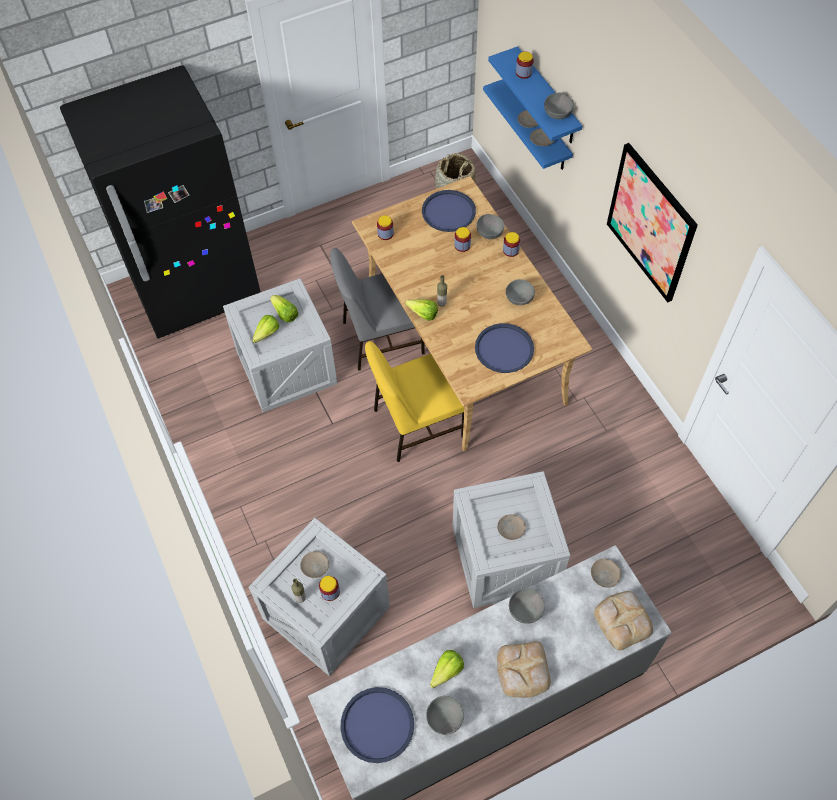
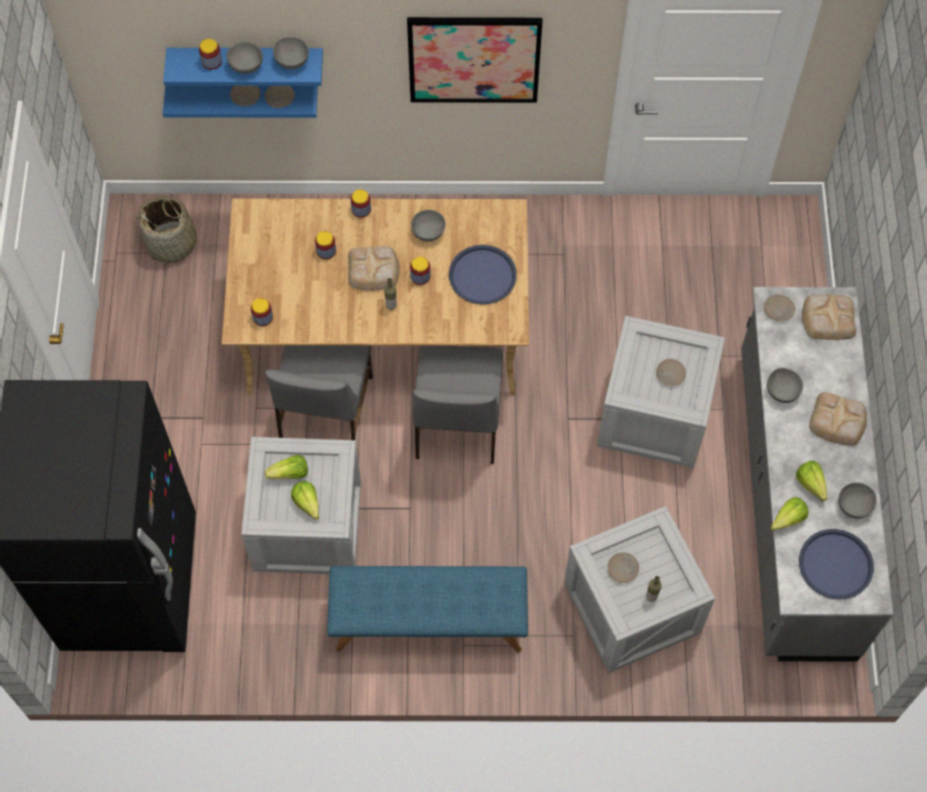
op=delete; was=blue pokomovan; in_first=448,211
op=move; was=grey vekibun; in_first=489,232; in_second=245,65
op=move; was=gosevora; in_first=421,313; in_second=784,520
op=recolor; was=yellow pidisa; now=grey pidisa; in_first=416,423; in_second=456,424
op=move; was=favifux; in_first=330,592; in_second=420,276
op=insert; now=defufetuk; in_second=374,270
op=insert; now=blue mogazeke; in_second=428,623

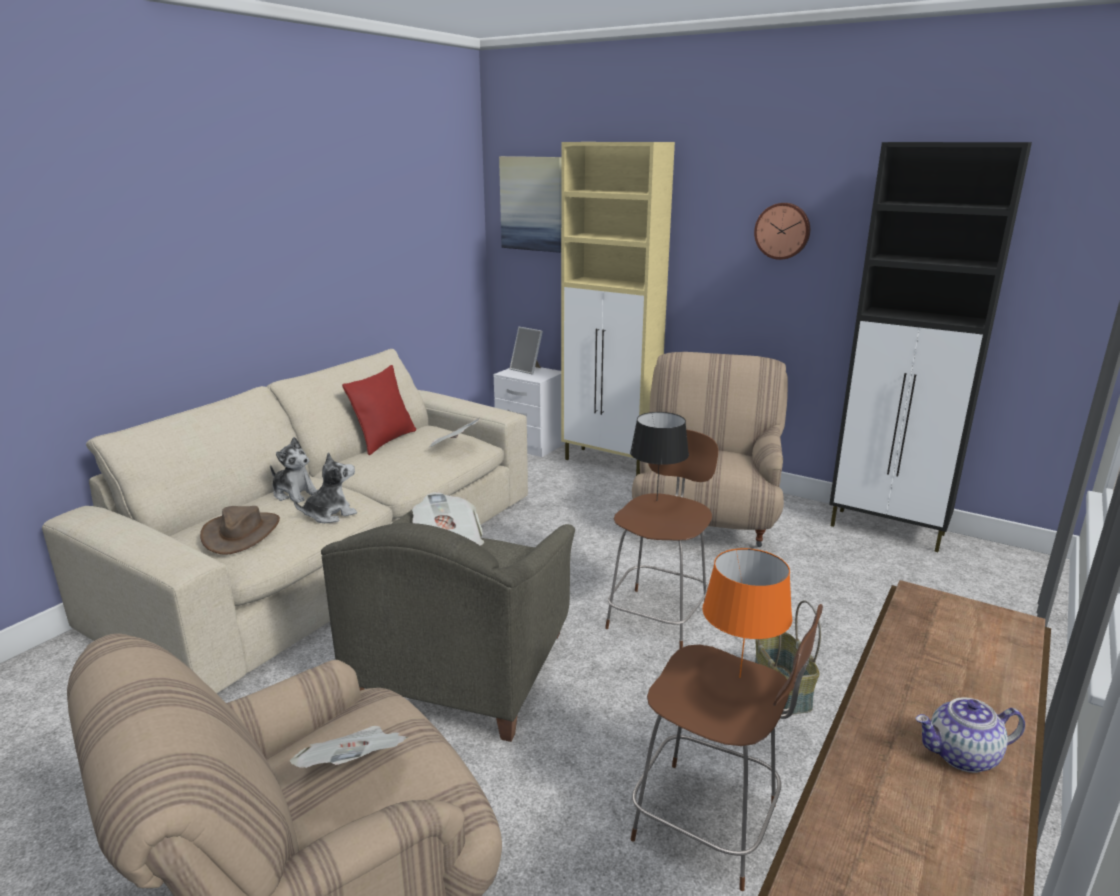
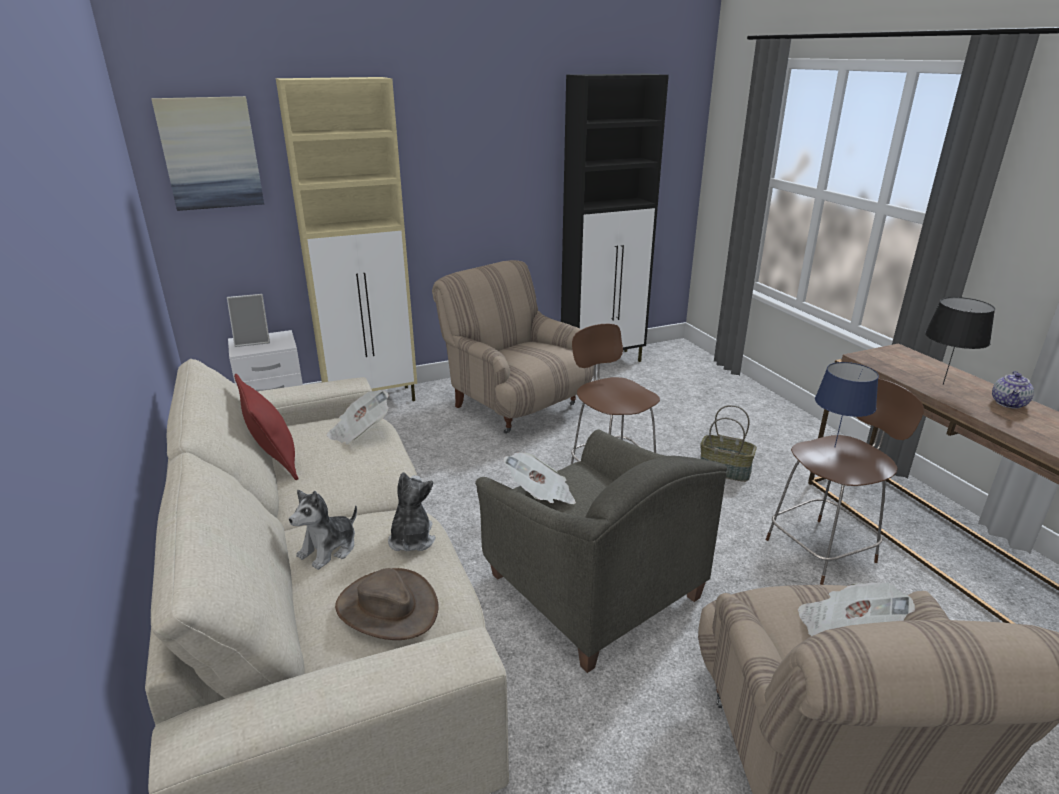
op=delete; was=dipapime; in_first=782,231
op=move; was=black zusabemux; in_first=656,500; in_second=942,384
op=rotate; was=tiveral; in_first=295,494; in_second=329,549; clockwise=150
op=recolor; was=orange zusabemux; now=blue zusabemux; in_first=740,678; in_second=835,447

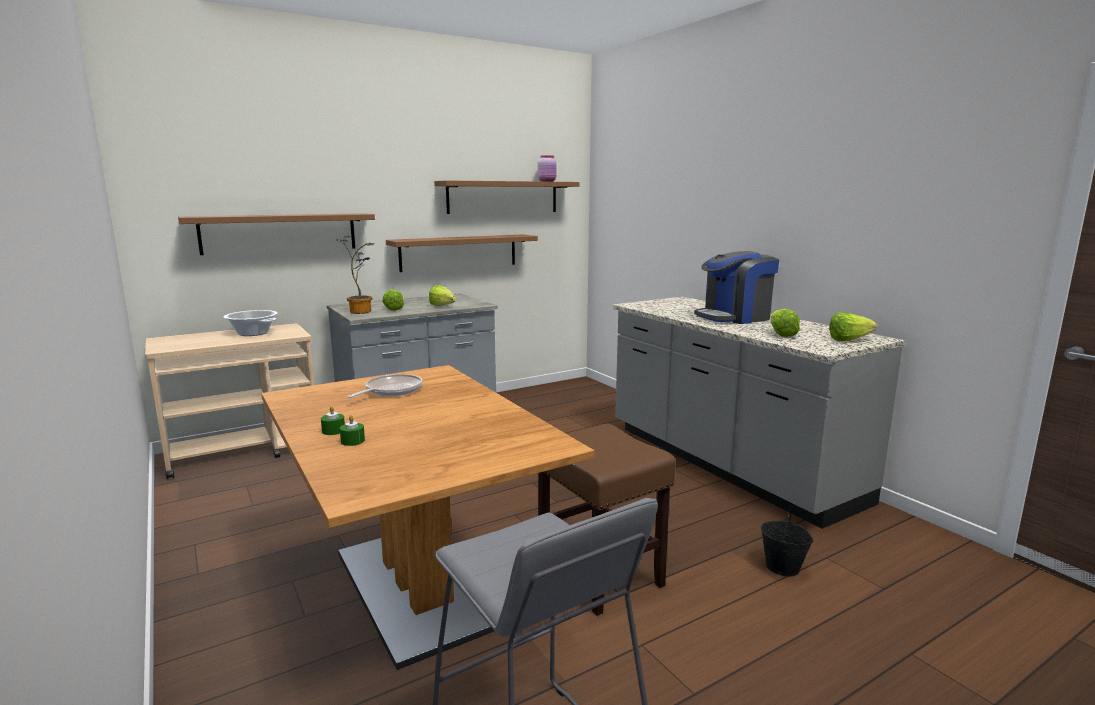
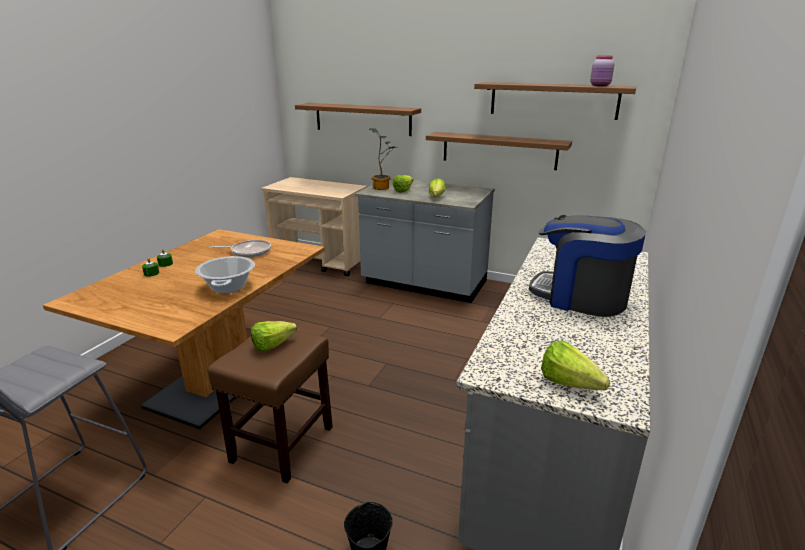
op=move; was=gosevora; in_first=781,333; in_second=276,345
op=move; was=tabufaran; in_first=253,333; in_second=229,287

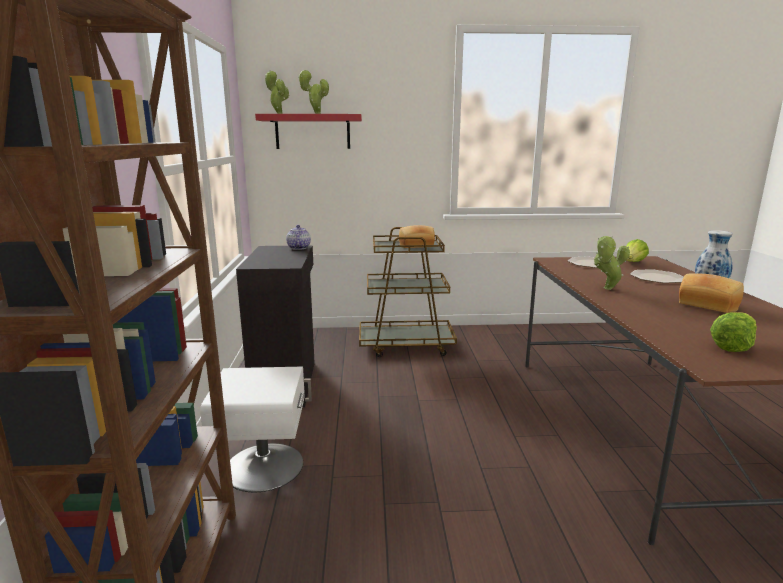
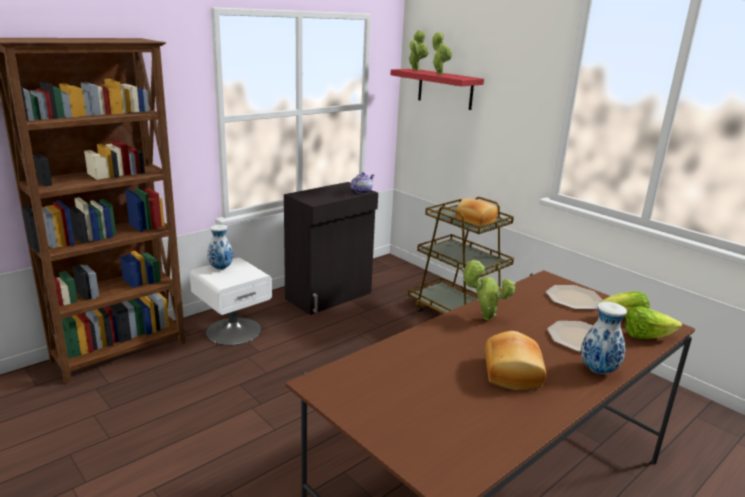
op=move; was=gosevora; in_first=732,346; in_second=646,336
op=insert; now=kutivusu; in_second=221,268

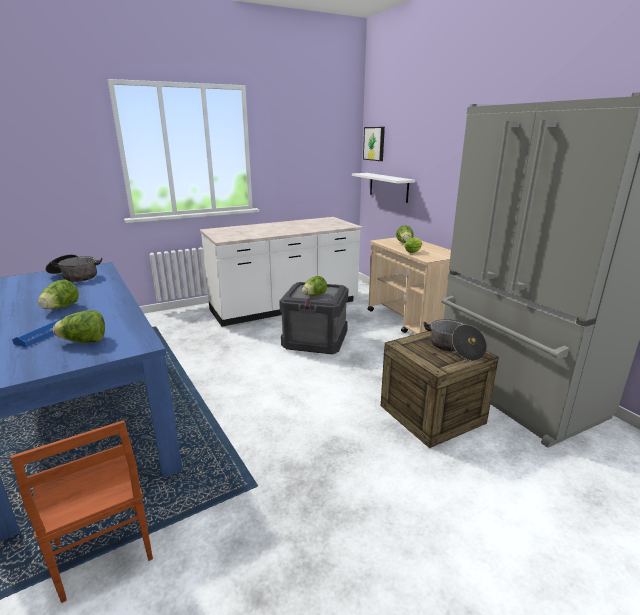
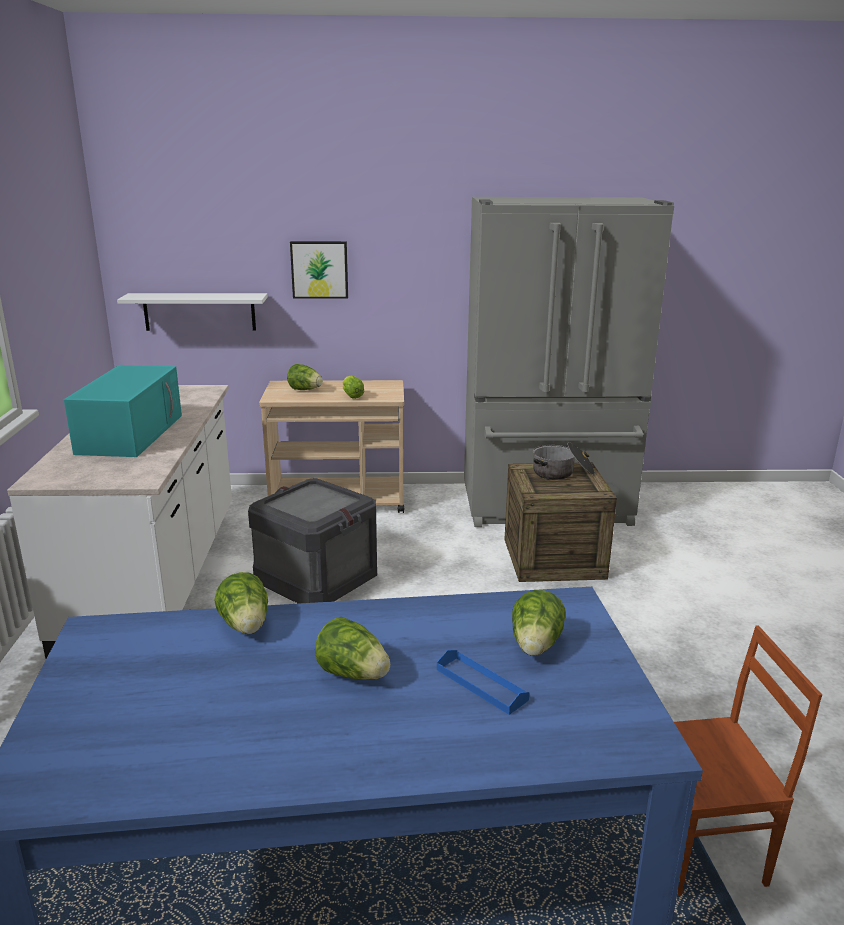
op=move; was=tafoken; in_first=374,143; in_second=319,269
op=delete; was=tabufaran; in_first=75,276
op=move; was=gosevora; in_first=314,295; in_second=246,626
op=insert; now=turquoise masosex; in_second=131,433

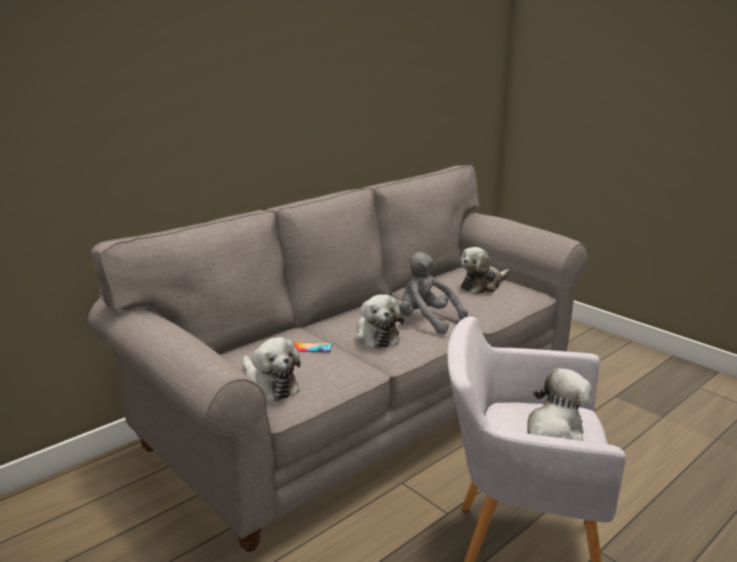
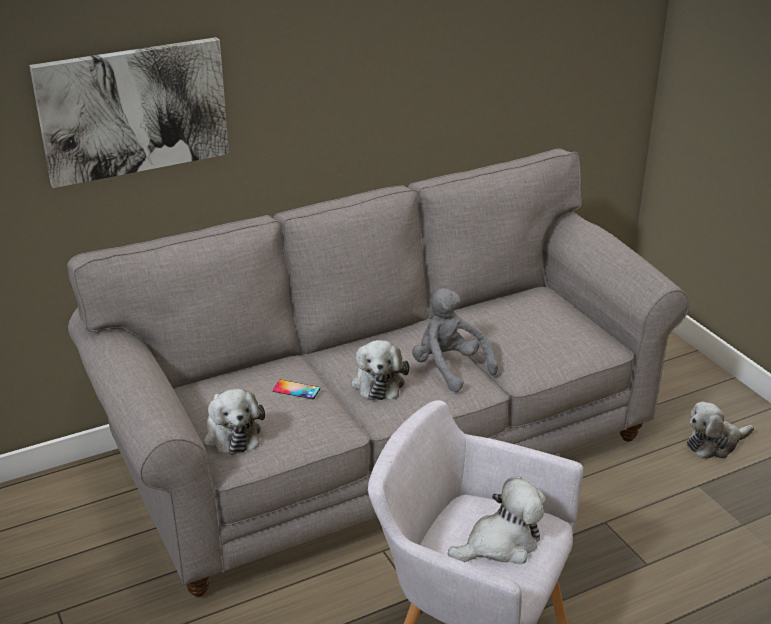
op=move; was=tiveral; in_first=482,285; in_second=714,444
op=insert; now=tafoken; in_second=133,110

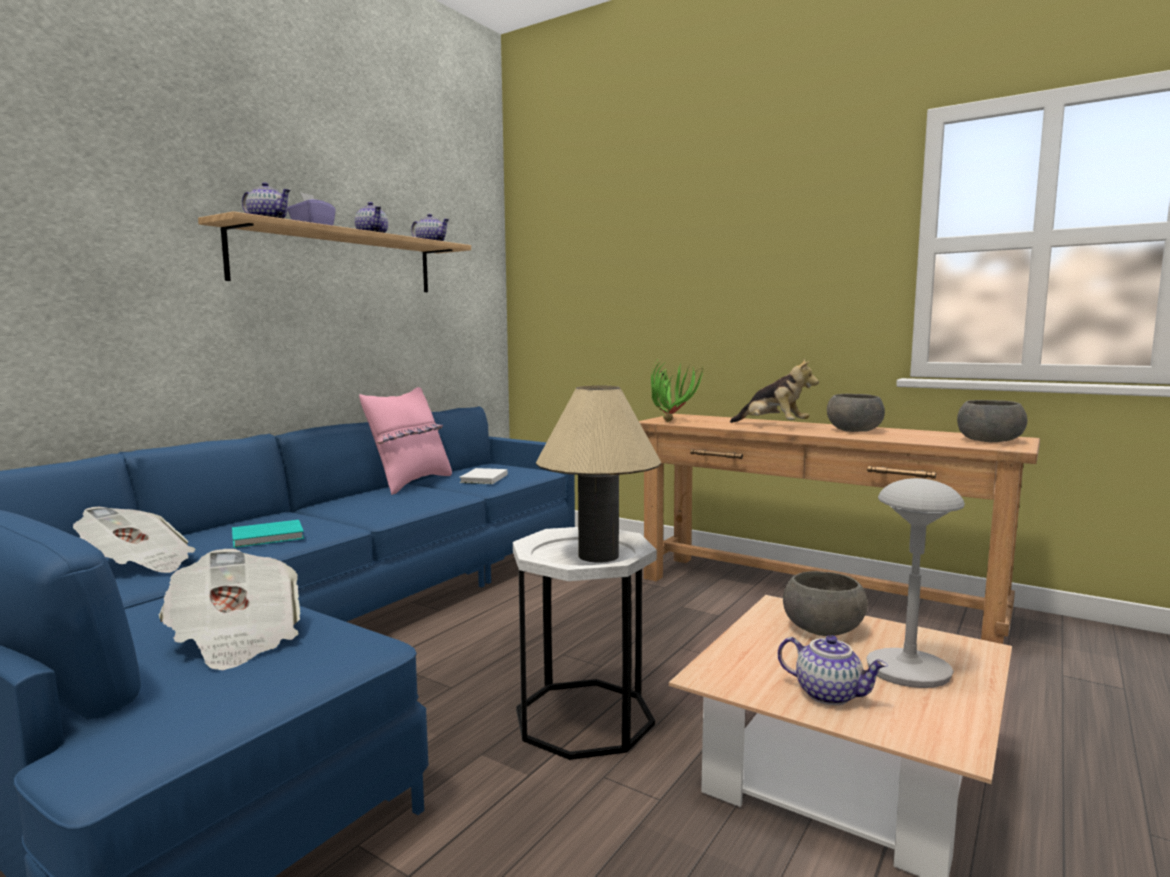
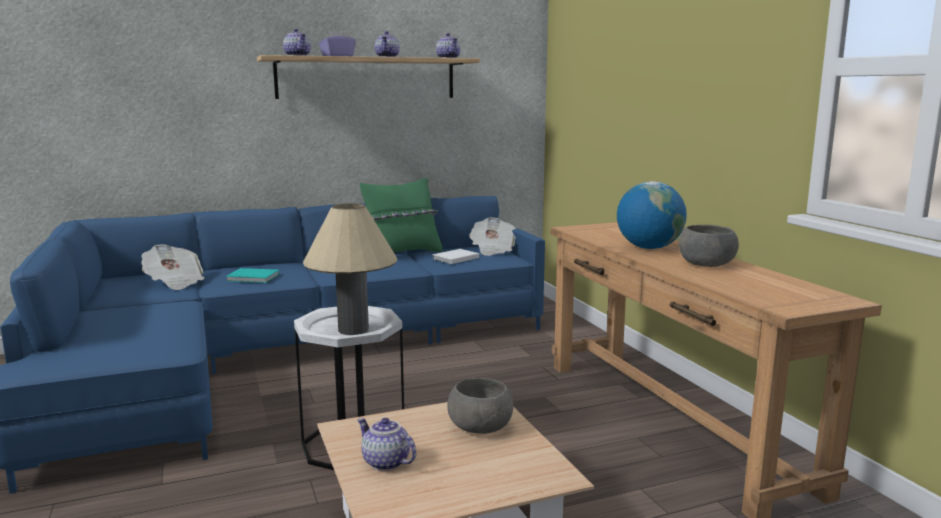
op=replace; was=tiveral; now=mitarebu; in_first=772,426; in_second=649,248
op=delete; was=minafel; in_first=672,421
op=recolor; was=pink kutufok; now=green kutufok; in_first=410,483; in_second=402,254
op=delete; was=grey vekibun; in_first=988,441
op=delete; was=grey zusabemux; in_first=908,671
op=move; was=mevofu; in_first=236,639; in_second=492,250
op=rotate; was=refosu; in_first=829,694; in_second=385,462; clockwise=150

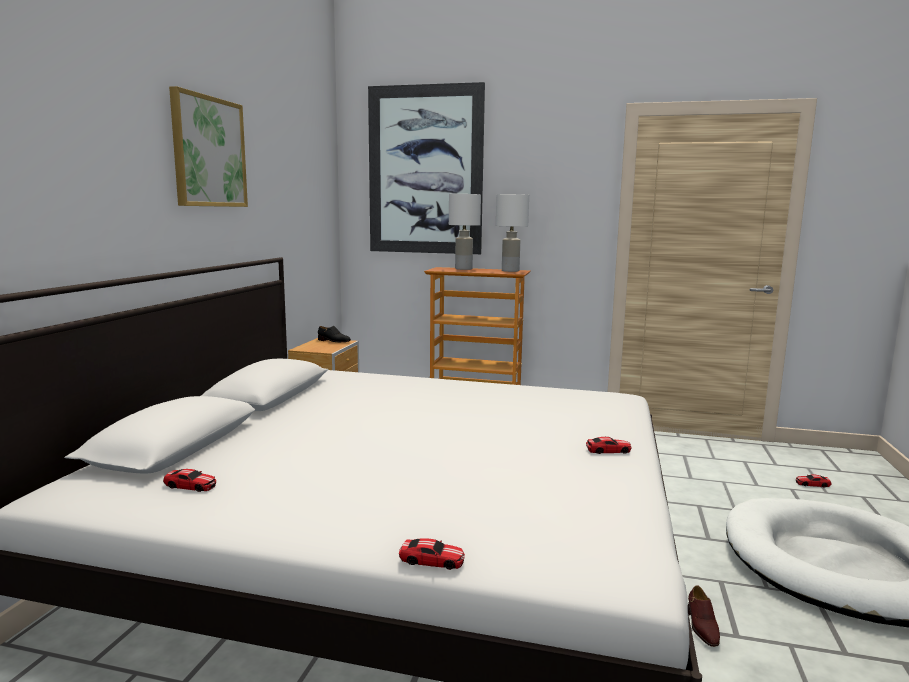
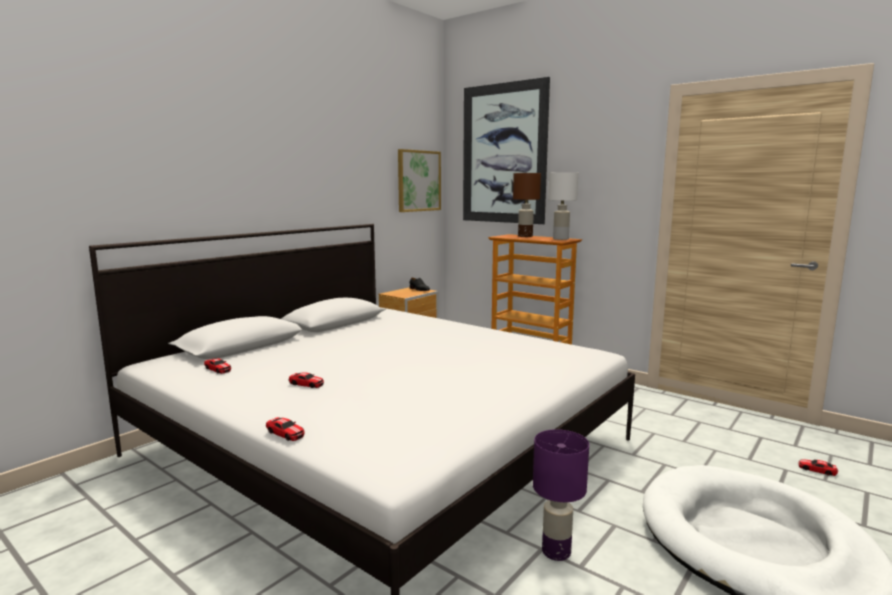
op=move; was=tafoken; in_first=208,152; in_second=418,181
op=recolor; was=white zusabemux; now=brown zusabemux; in_first=463,269; in_second=525,236
op=move; was=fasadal; in_first=608,450; in_second=306,384
op=replace; was=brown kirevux; now=purple zusabemux; in_first=701,626; in_second=557,552

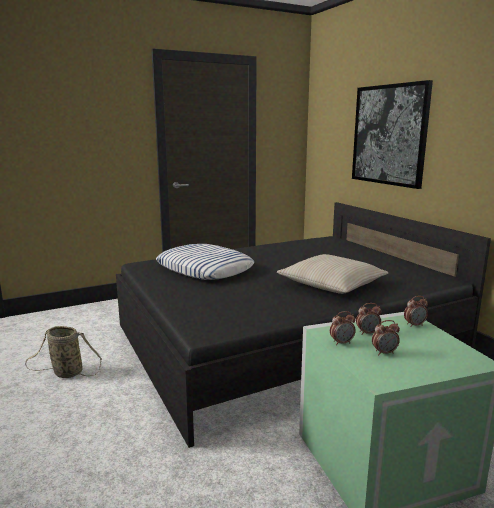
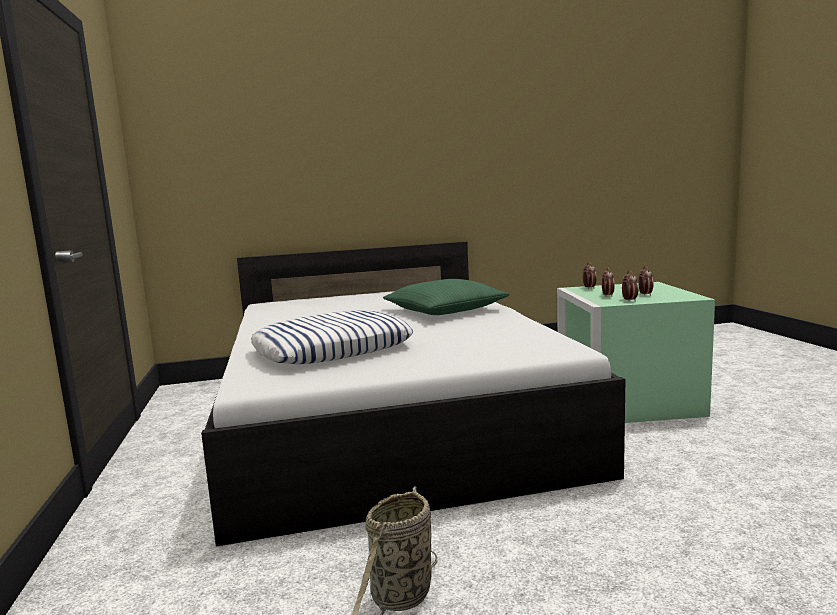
op=delete; was=tafoken; in_first=389,135
op=recolor; was=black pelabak; now=white pelabak; in_first=284,338; in_second=388,414
op=recolor; was=beige kutufok; now=green kutufok; in_first=331,284; in_second=445,310

